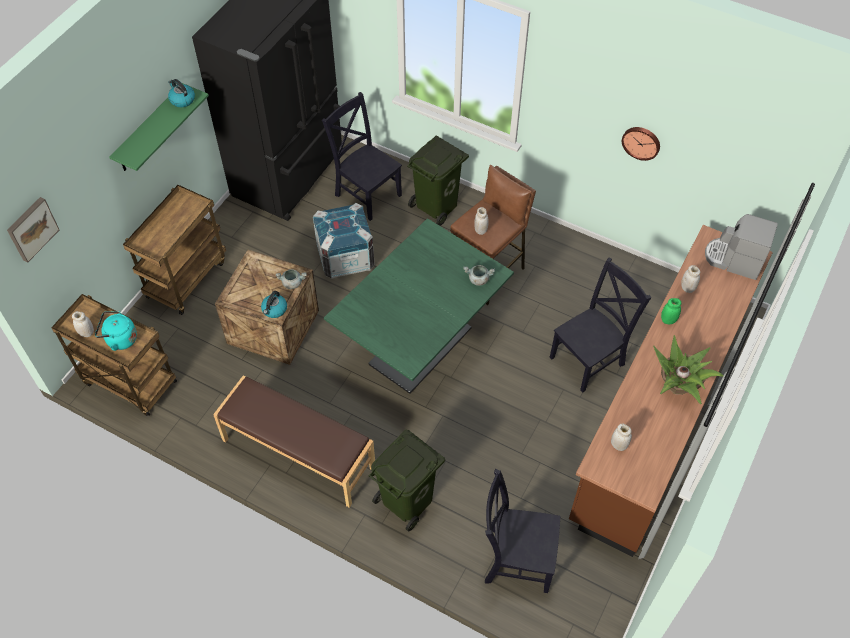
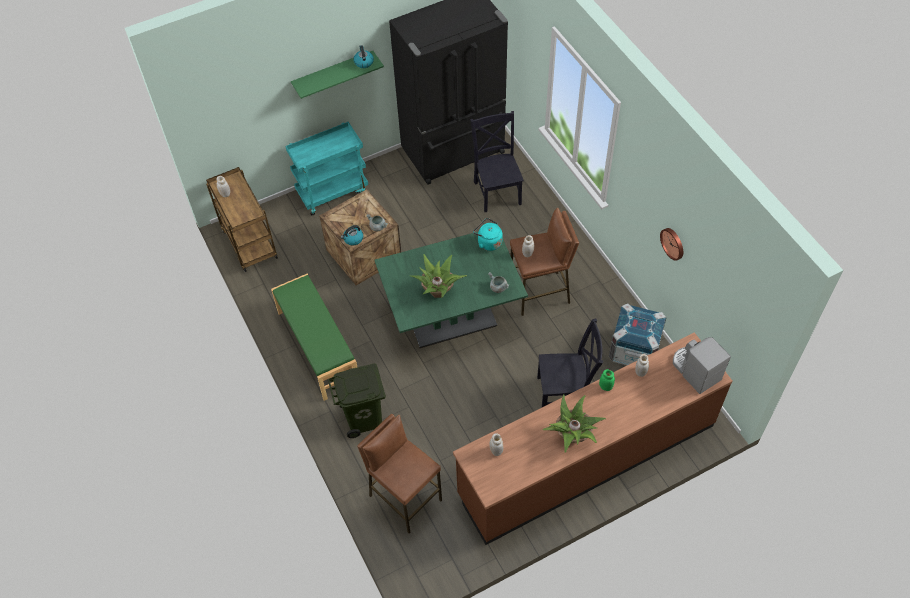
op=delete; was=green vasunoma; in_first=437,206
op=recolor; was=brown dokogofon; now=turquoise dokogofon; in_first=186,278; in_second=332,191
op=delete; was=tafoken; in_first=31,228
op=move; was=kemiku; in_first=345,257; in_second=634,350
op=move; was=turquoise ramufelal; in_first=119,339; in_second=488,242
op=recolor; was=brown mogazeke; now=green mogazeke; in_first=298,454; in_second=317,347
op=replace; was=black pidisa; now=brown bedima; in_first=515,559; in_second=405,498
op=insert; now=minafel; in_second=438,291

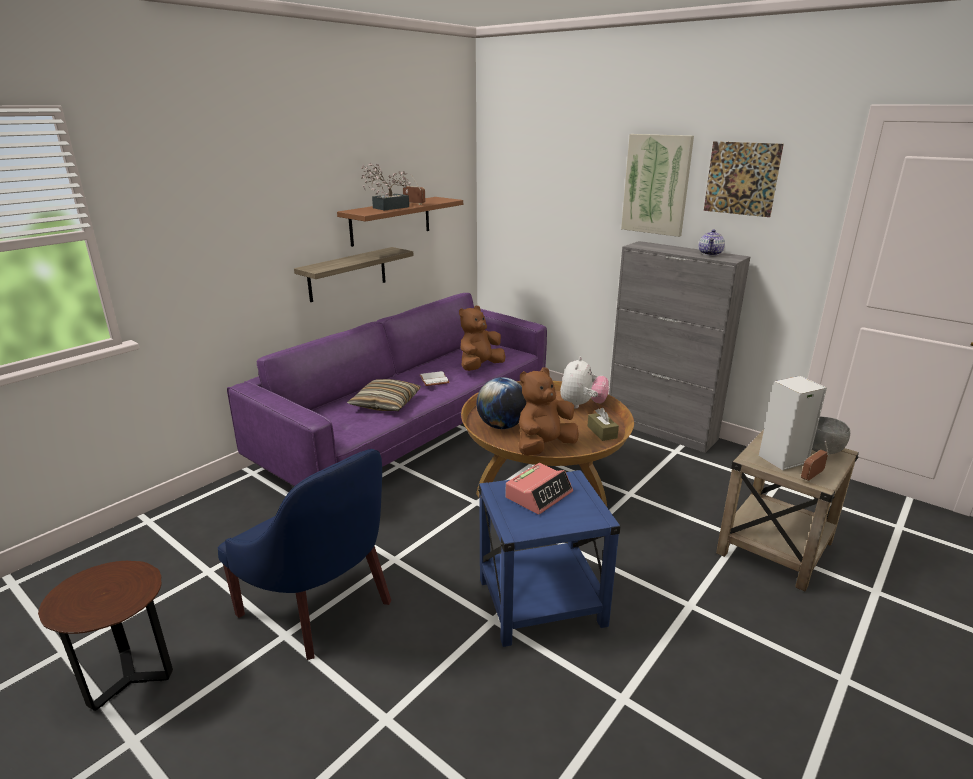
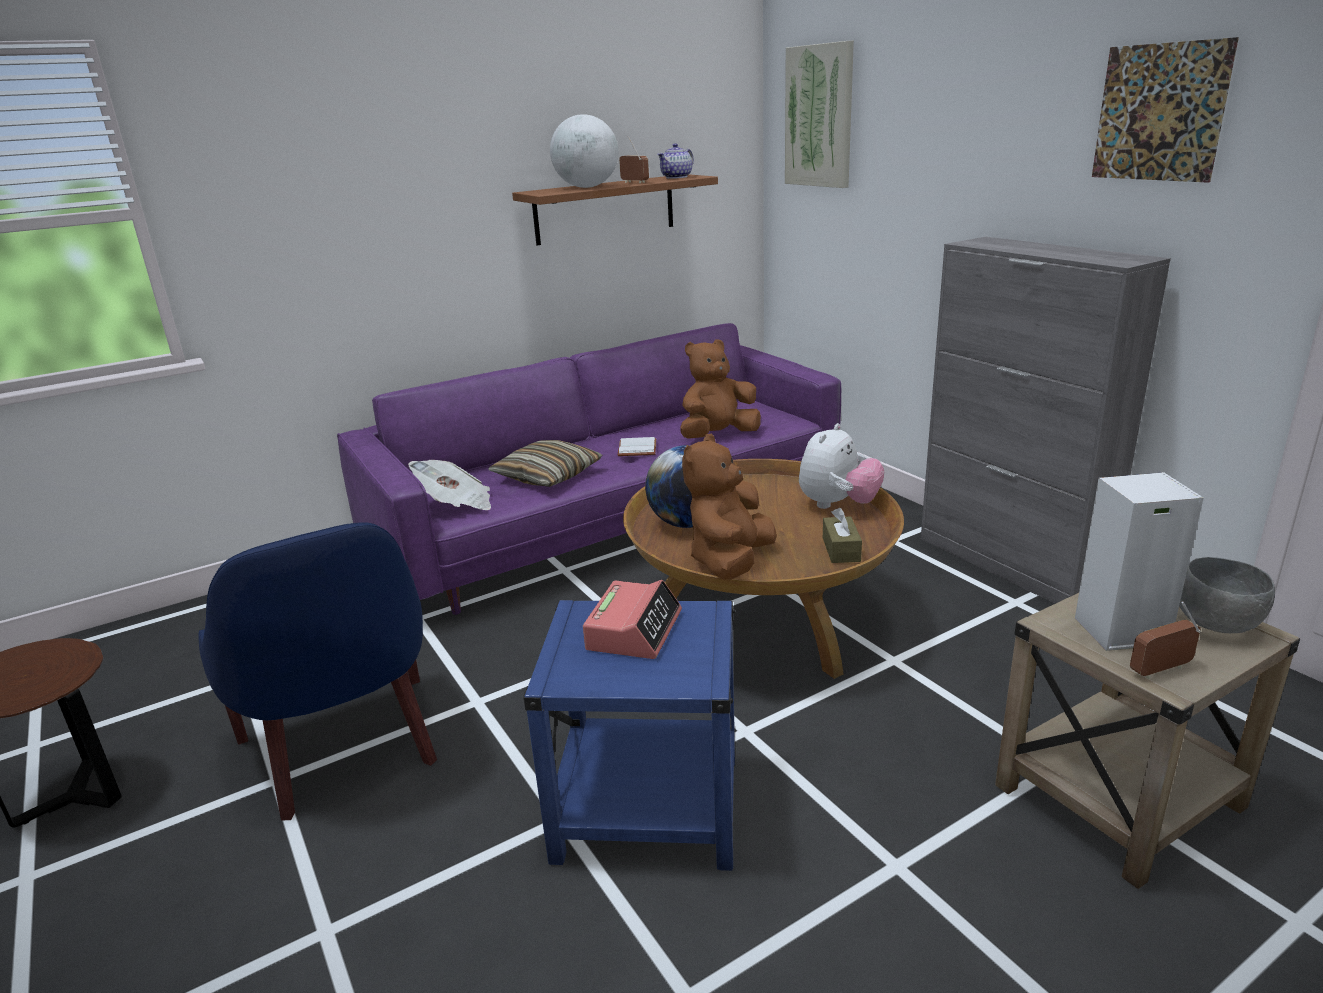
op=move; was=tafoken; in_first=656,184; in_second=819,116
op=replace; was=minafel; now=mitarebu; in_first=387,208; in_second=587,187
op=move; was=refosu; in_first=710,253; in_second=677,177
op=delete; was=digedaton; in_first=347,274
op=rotate; was=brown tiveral; in_first=544,447; in_second=730,562; clockwise=-45
op=rotate; was=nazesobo; in_first=539,495; in_second=634,630; clockwise=-45
op=insert; now=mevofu; in_second=456,504

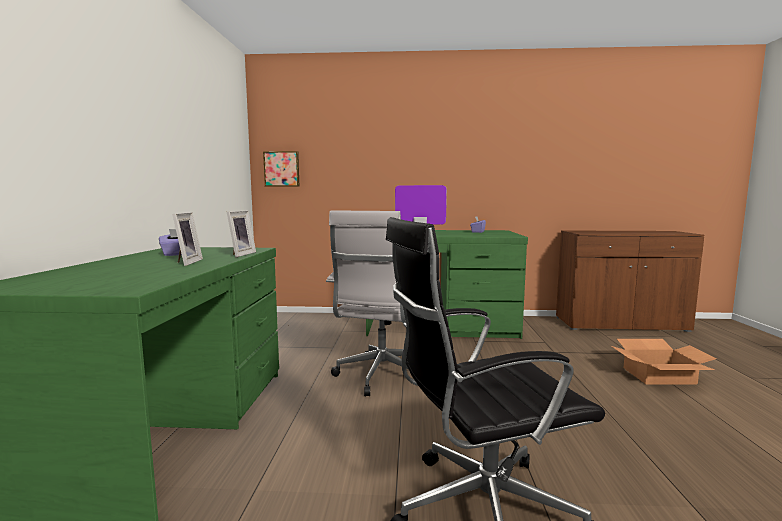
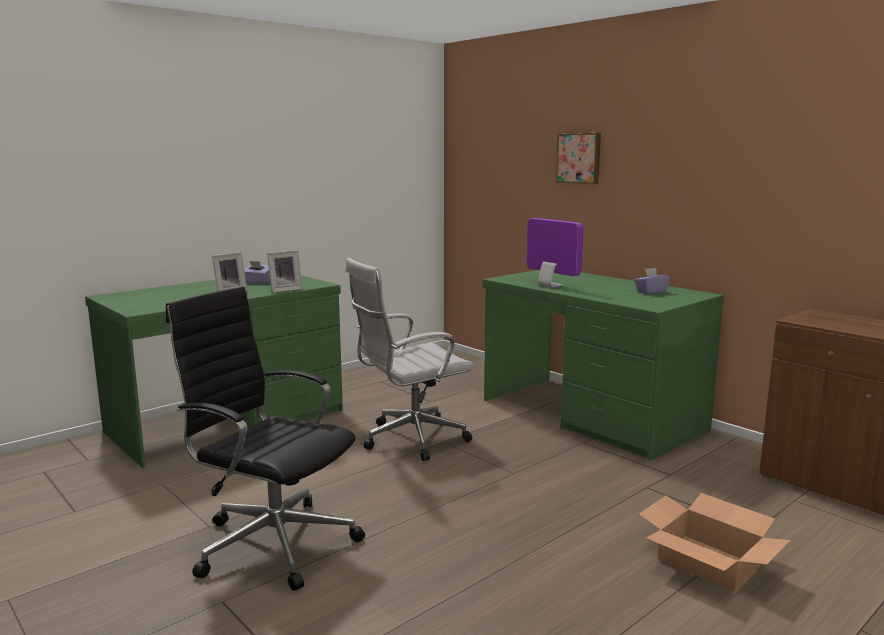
op=move; was=tafoken; in_first=282,169; in_second=579,158

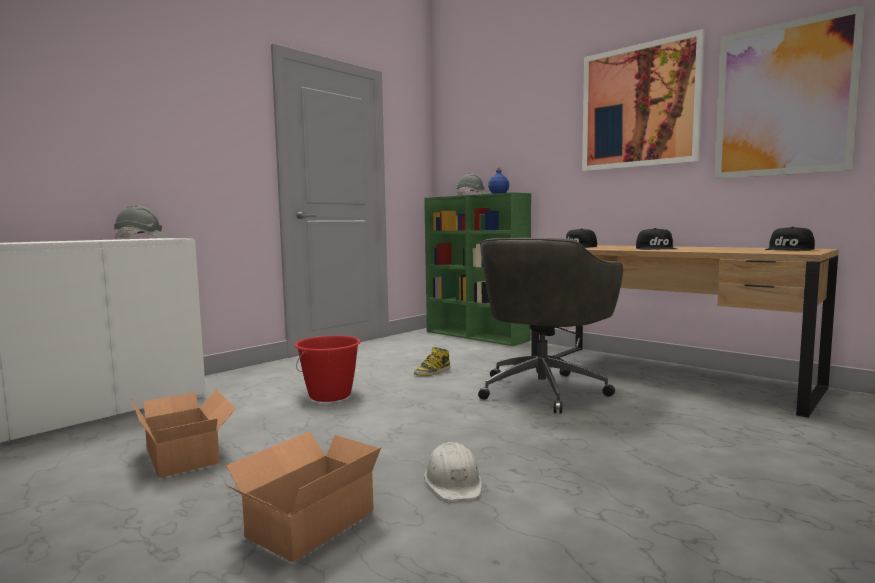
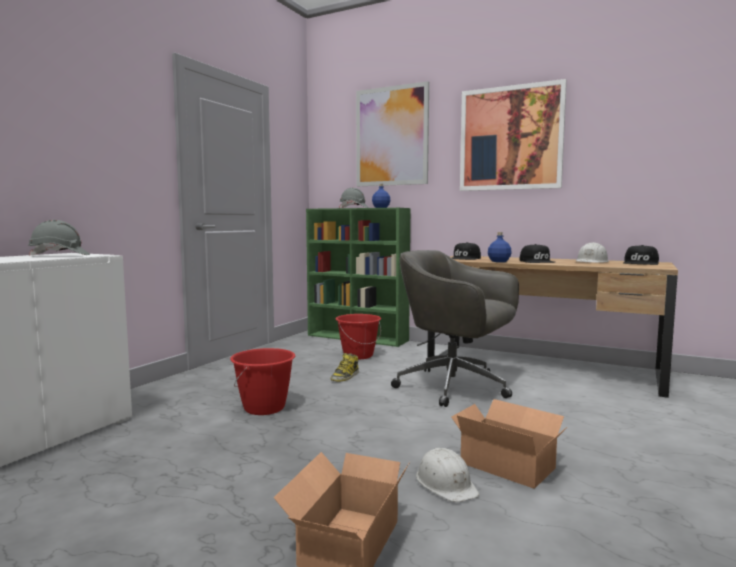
op=move; was=tafoken; in_first=783,100; in_second=391,136
op=rotate; was=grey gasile; in_first=544,389; in_second=455,387; clockwise=105
op=move; was=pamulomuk; in_first=185,454; in_second=507,463
op=insert; now=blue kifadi; in_second=499,261
op=insert; now=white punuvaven; in_second=592,262
op=insert; now=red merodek; in_second=358,355

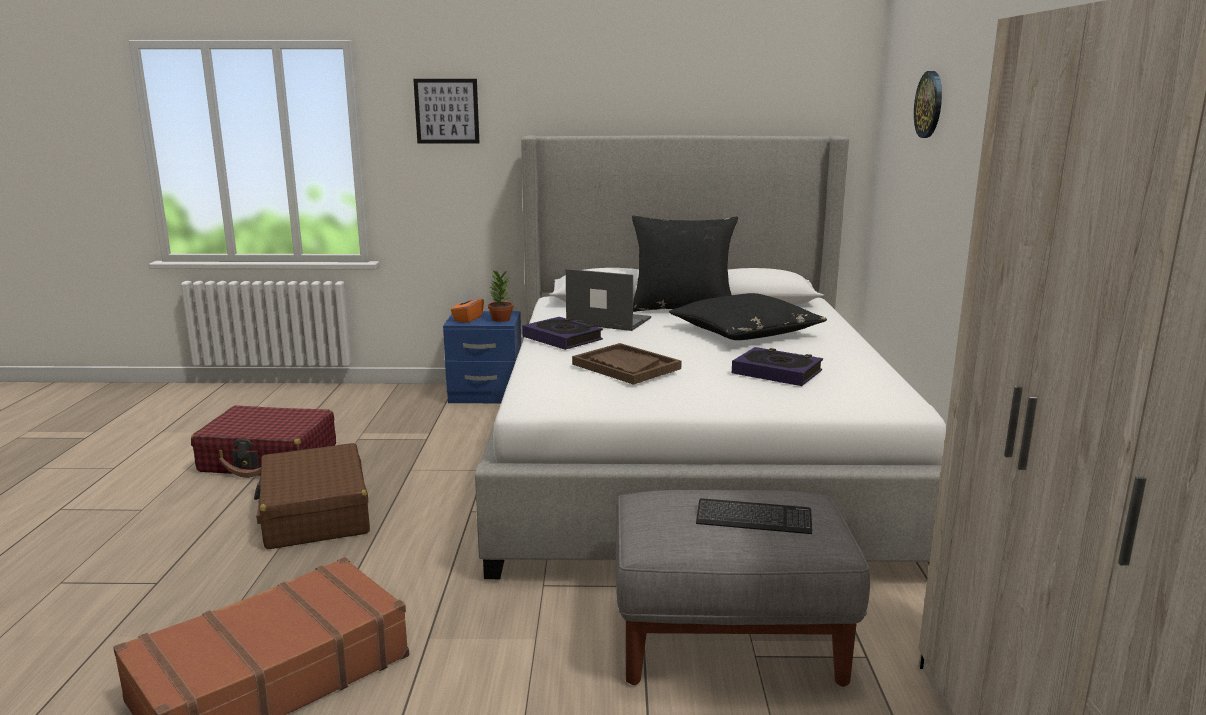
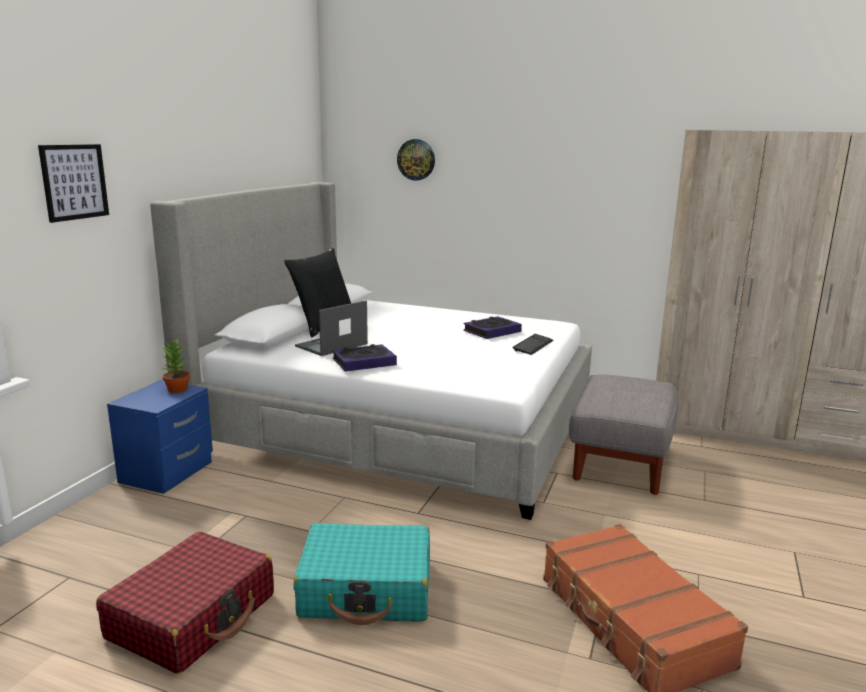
op=delete; was=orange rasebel; in_first=467,319
op=delete; was=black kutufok; in_first=745,332
op=delete; was=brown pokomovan; in_first=625,366
op=recolor; was=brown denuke; now=turquoise denuke; in_first=315,514; in_second=367,589
op=move; was=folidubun; in_first=753,519; in_second=533,345

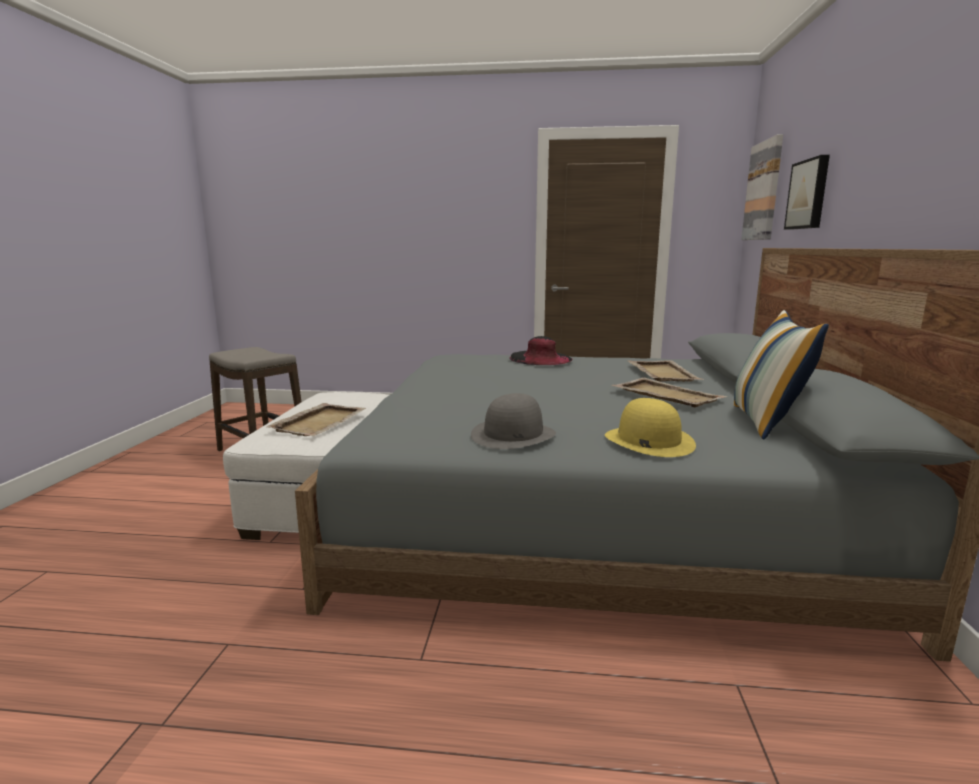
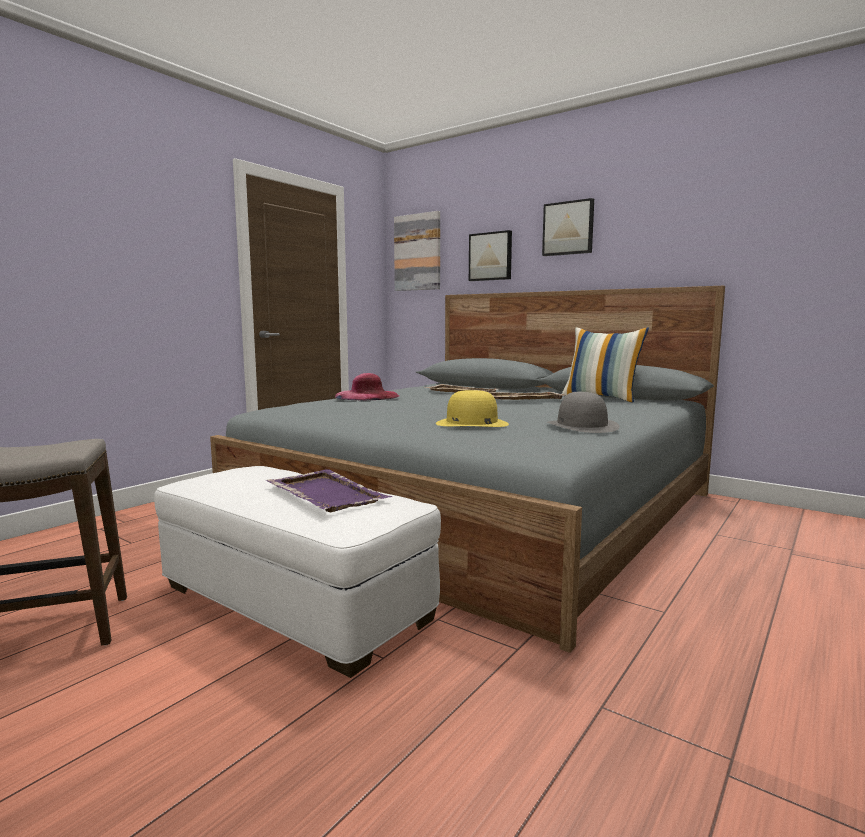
op=recolor; was=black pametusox; now=pink pametusox; in_first=540,358; in_second=367,396
op=move; was=yellow pametusox; in_first=648,441; in_second=471,423
op=recolor; was=beige pokomovan; now=purple pokomovan; in_first=320,422; in_second=326,493
op=insert; now=tafoken; in_second=568,228

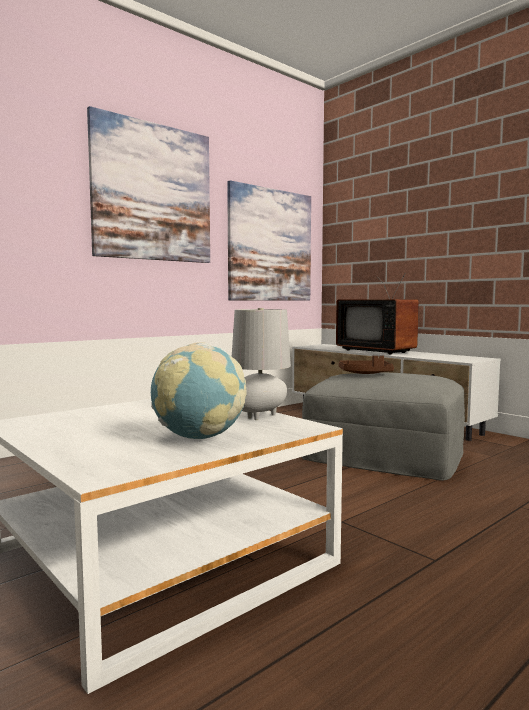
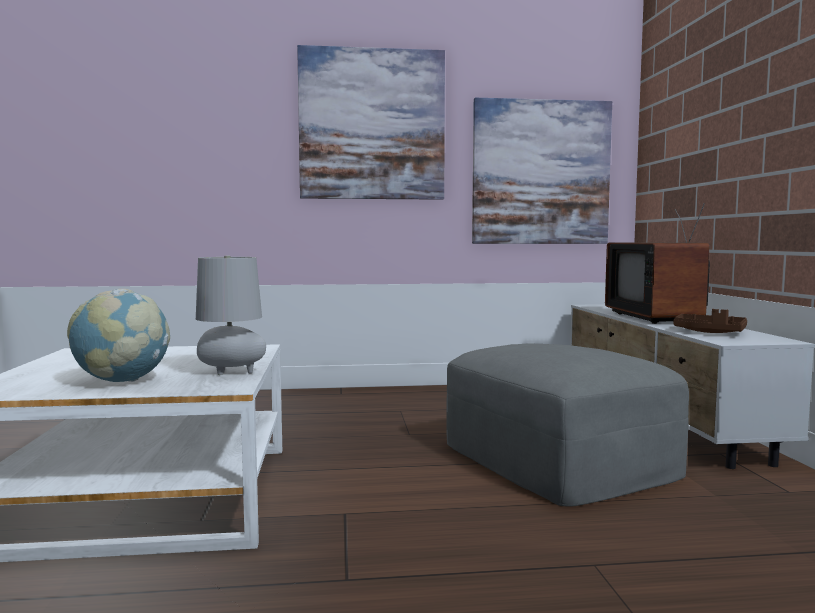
op=move; was=brown pokomovan; in_first=365,373; in_second=709,332

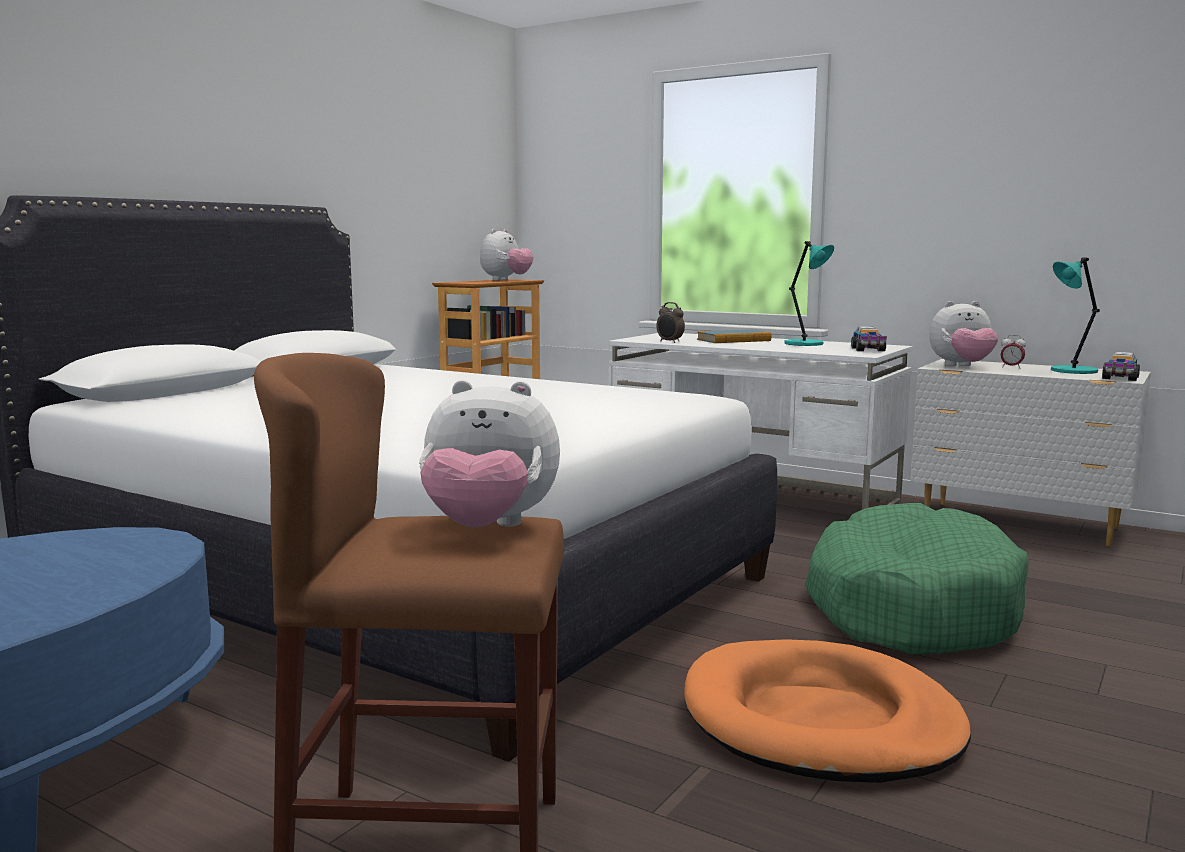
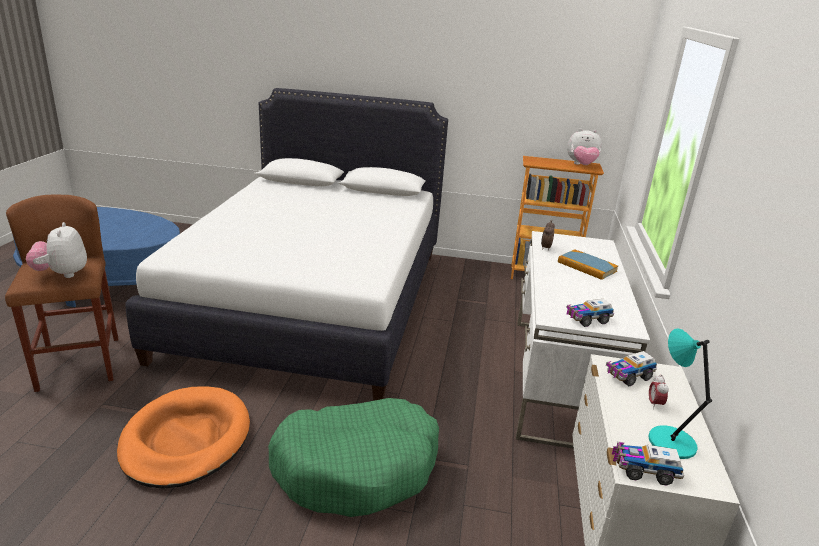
op=delete; was=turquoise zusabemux; in_first=806,344
op=replace; was=tiveral; now=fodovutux; in_first=962,366; in_second=628,376

